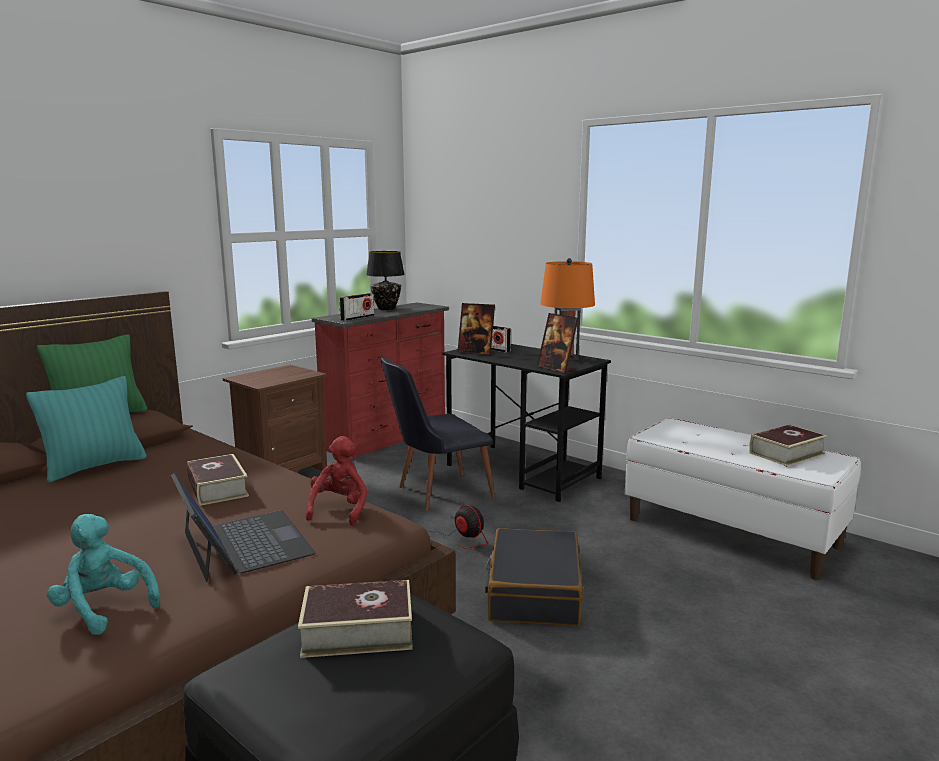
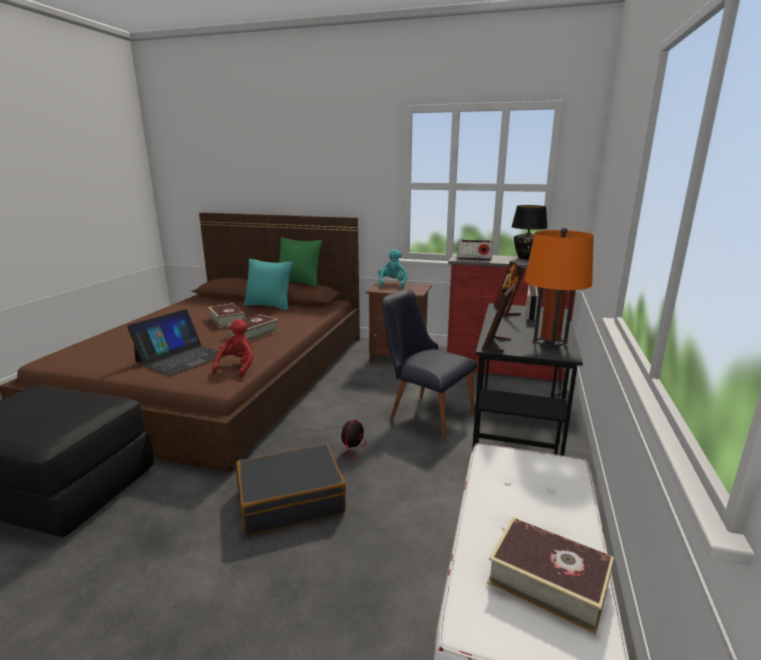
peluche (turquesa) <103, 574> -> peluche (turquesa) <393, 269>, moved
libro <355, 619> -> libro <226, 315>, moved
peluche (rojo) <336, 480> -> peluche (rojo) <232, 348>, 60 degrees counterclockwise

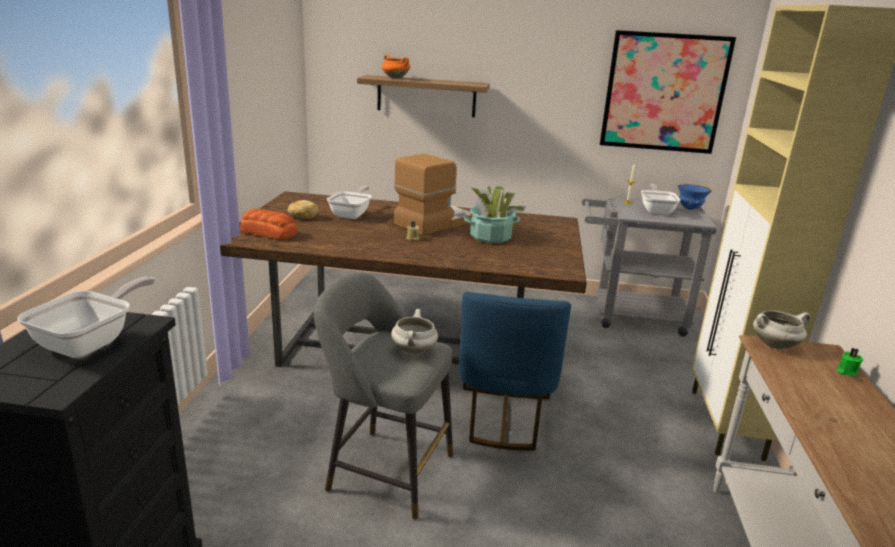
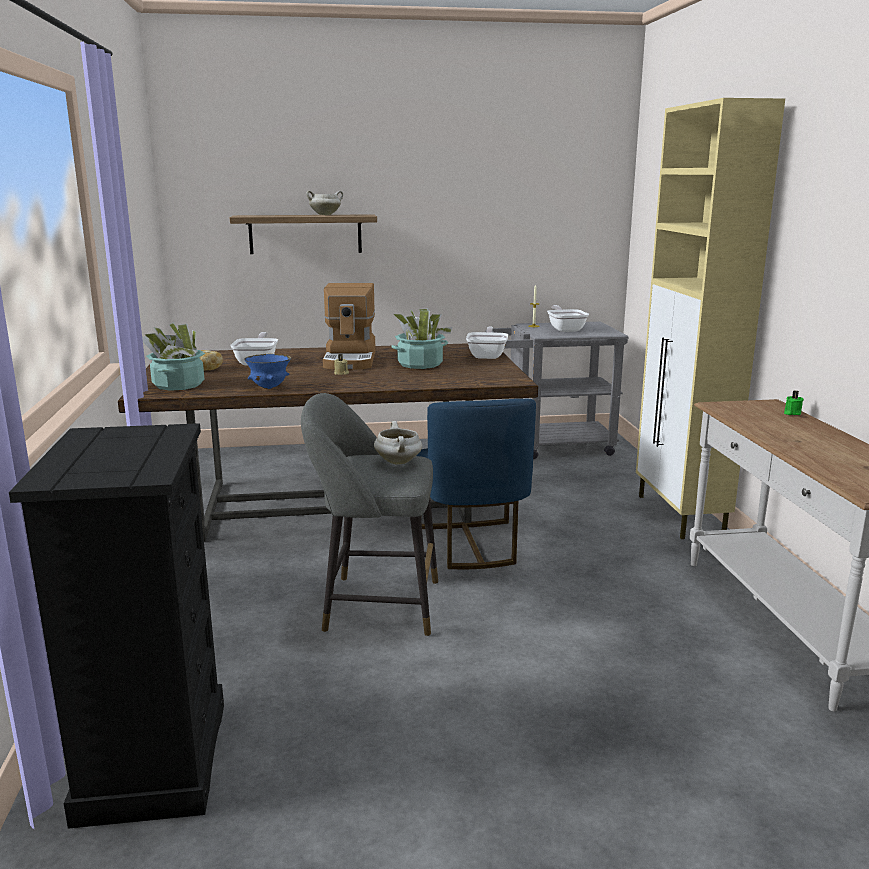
sartén <86, 317> -> sartén <487, 343>, moved
pan <268, 224> -> planta en maceta <173, 357>
olla (naranja) <396, 67> -> none
cafetera <433, 195> -> cafetera <349, 326>, 150 degrees clockwise
cuadro <668, 92> -> none
cuenco (azul) <695, 197> -> cuenco (azul) <267, 371>, moved
olla (blanco) <781, 330> -> olla (blanco) <324, 202>, moved

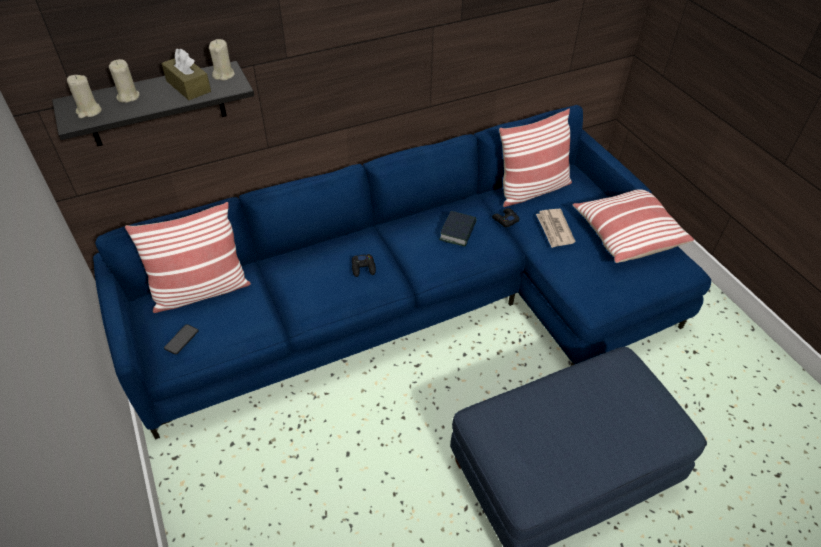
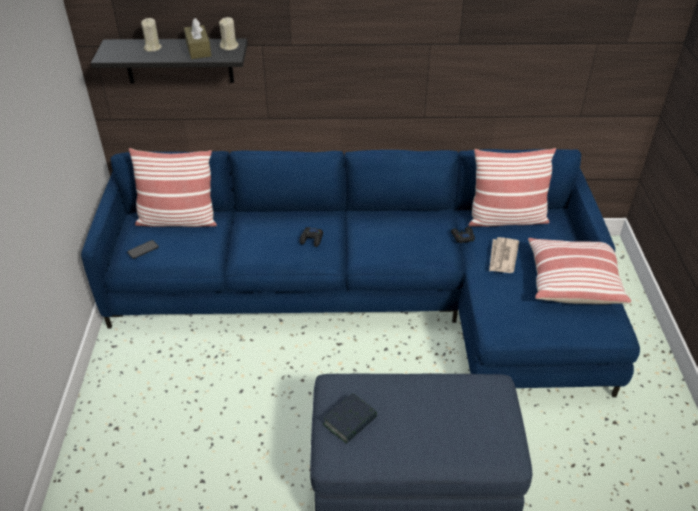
vela (beis) <84, 96> -> none
libro <457, 229> -> libro <350, 418>, moved

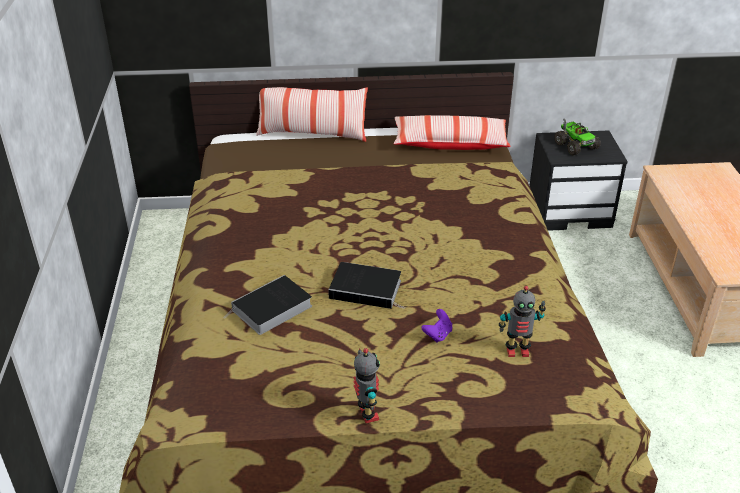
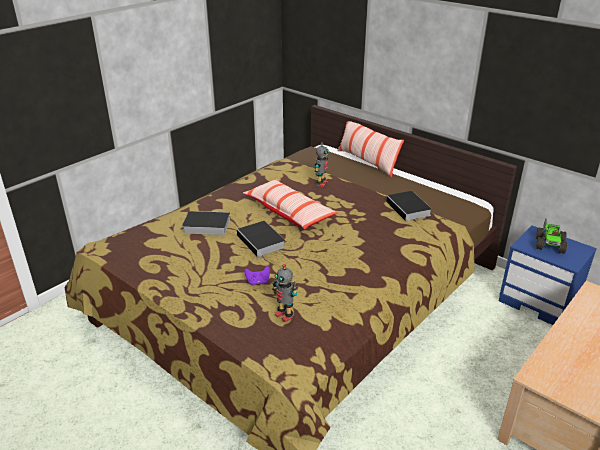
robot de juguete <366, 385> -> robot de juguete <322, 164>, moved
cojín <452, 132> -> cojín <290, 204>, moved
mesita de noche (negro) <579, 180> -> mesita de noche (azul) <548, 275>
none -> libro <409, 207>

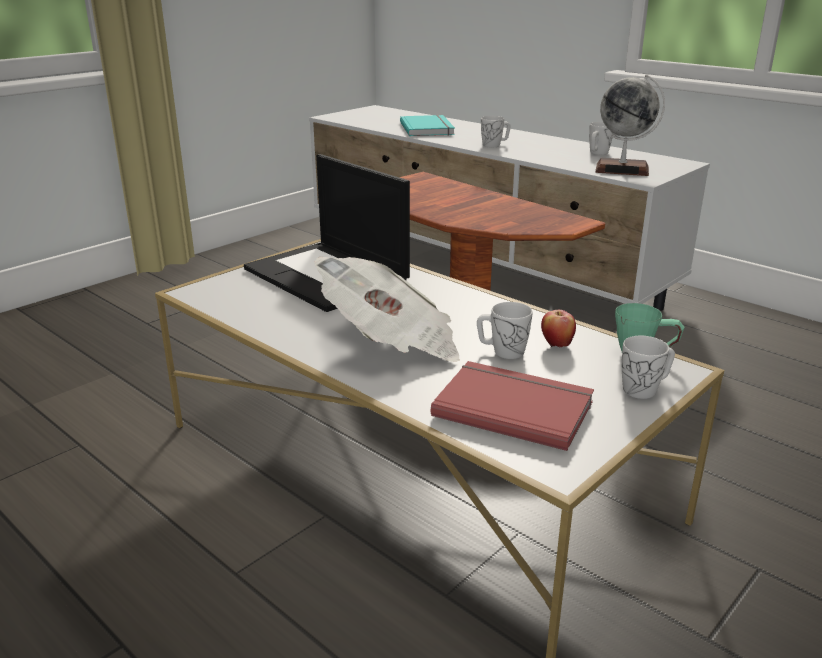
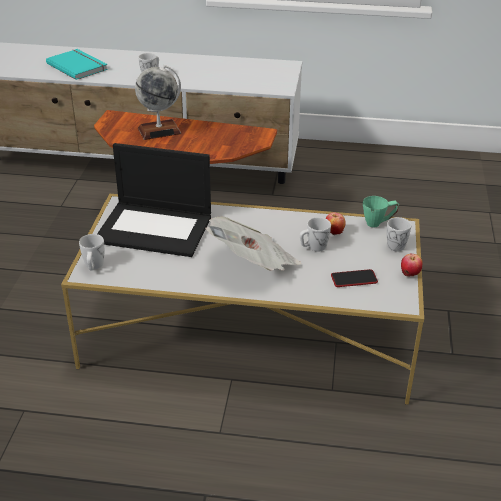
libro (rojo) <512, 406> -> móvil <354, 278>
taza grande (blanco) <601, 138> -> taza grande (blanco) <91, 252>, moved
globo terráqueo <630, 125> -> globo terráqueo <158, 102>, moved
none -> manzana <412, 265>

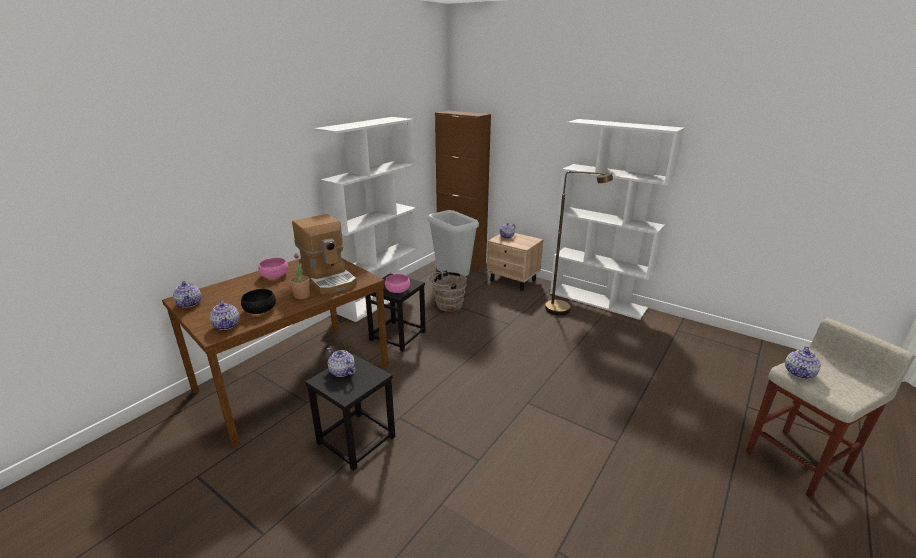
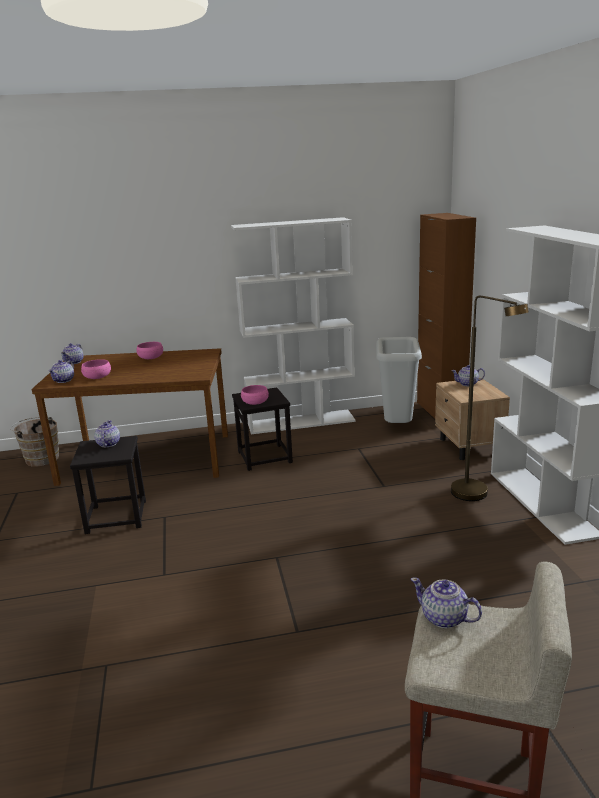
cuenco (negro) <258, 301> -> cuenco (rosa) <96, 369>
planta en maceta <300, 276> -> none
cafetera <324, 254> -> none
cubo (marrón) <447, 291> -> cubo (marrón) <34, 441>, moved
tetera <803, 362> -> tetera <446, 602>, 45 degrees clockwise

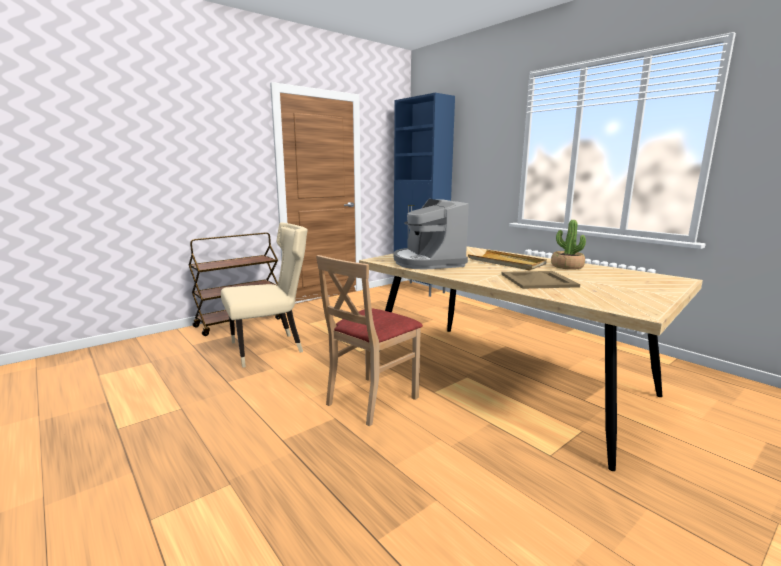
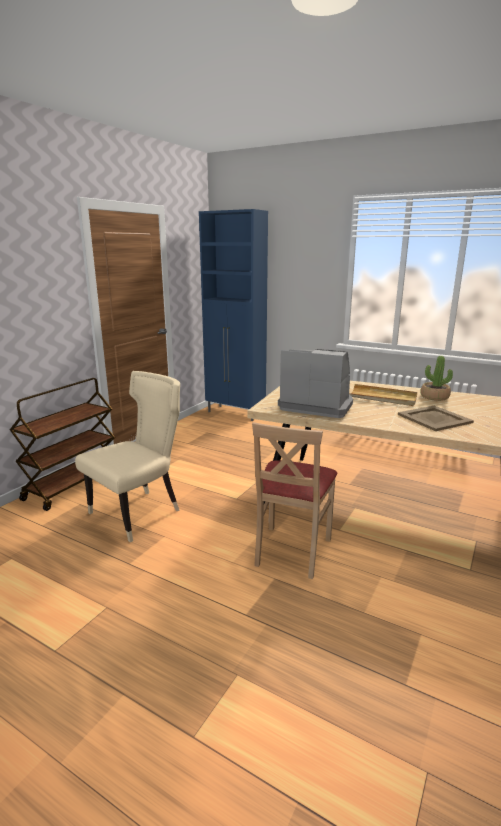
cafetera <431, 234> -> cafetera <315, 383>, 150 degrees clockwise

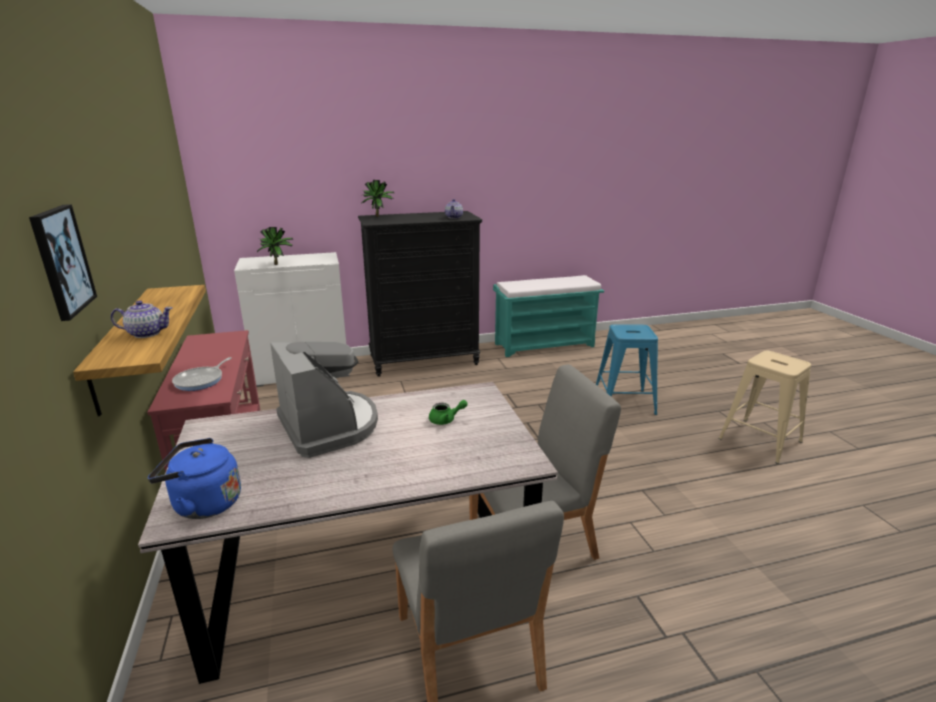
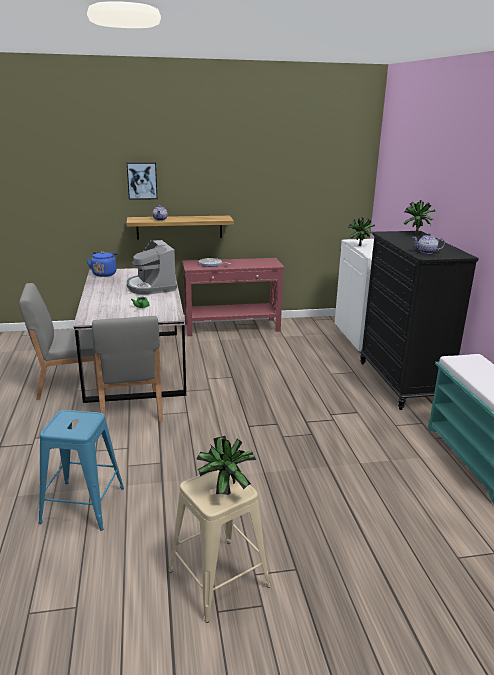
cafetera <324, 400> -> cafetera <152, 267>, 90 degrees clockwise
taburete (azul) <627, 369> -> taburete (azul) <81, 470>, moved
none -> planta en maceta <226, 465>

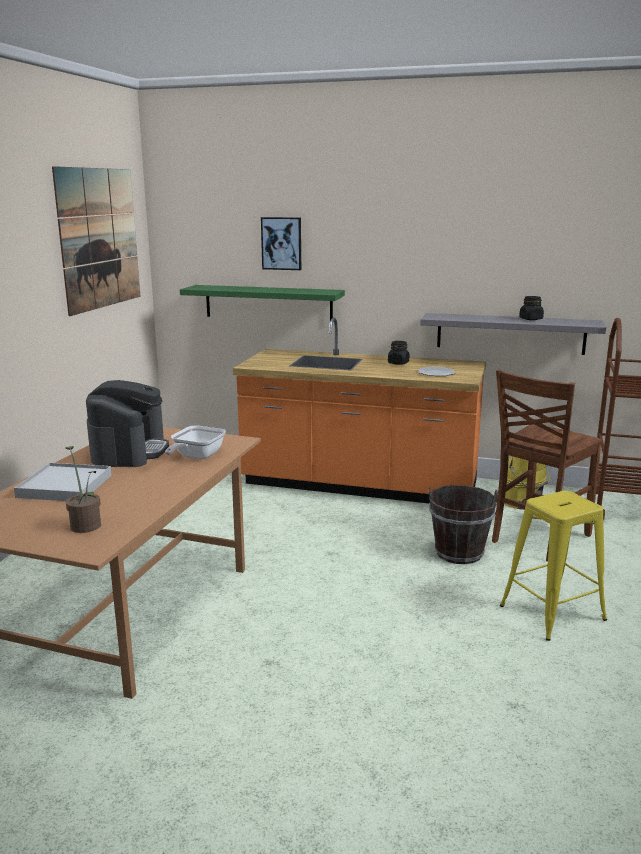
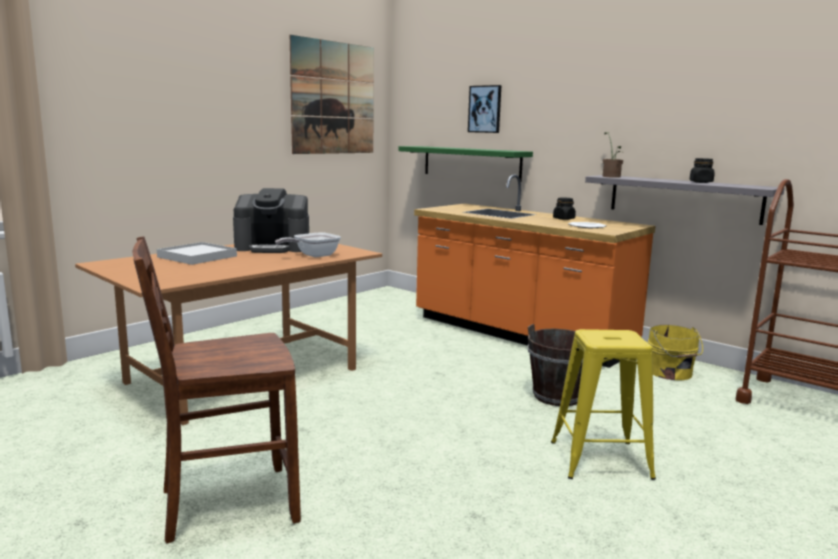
planta en maceta <83, 489> -> planta en maceta <612, 155>, moved
cafetera <127, 423> -> cafetera <271, 220>, 60 degrees clockwise
silla (marrón) <547, 465> -> silla (marrón) <217, 390>, moved

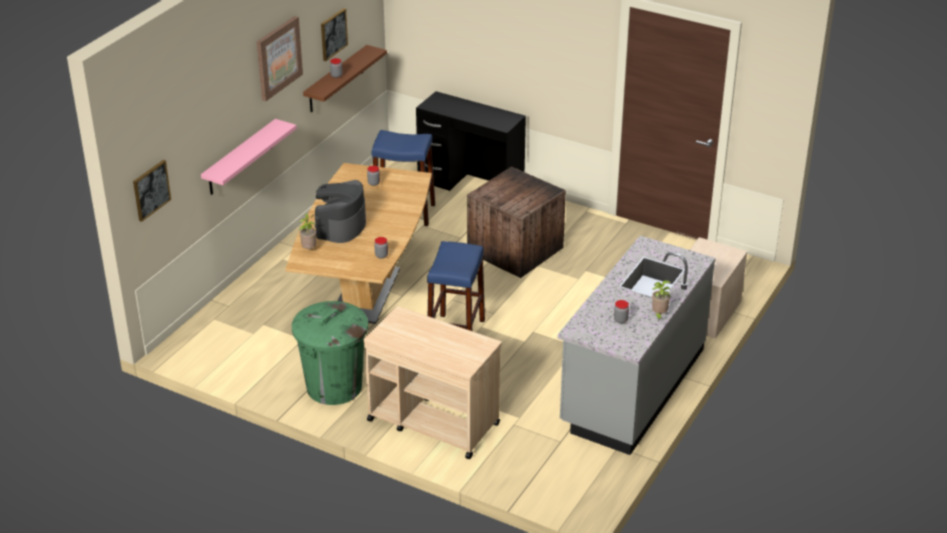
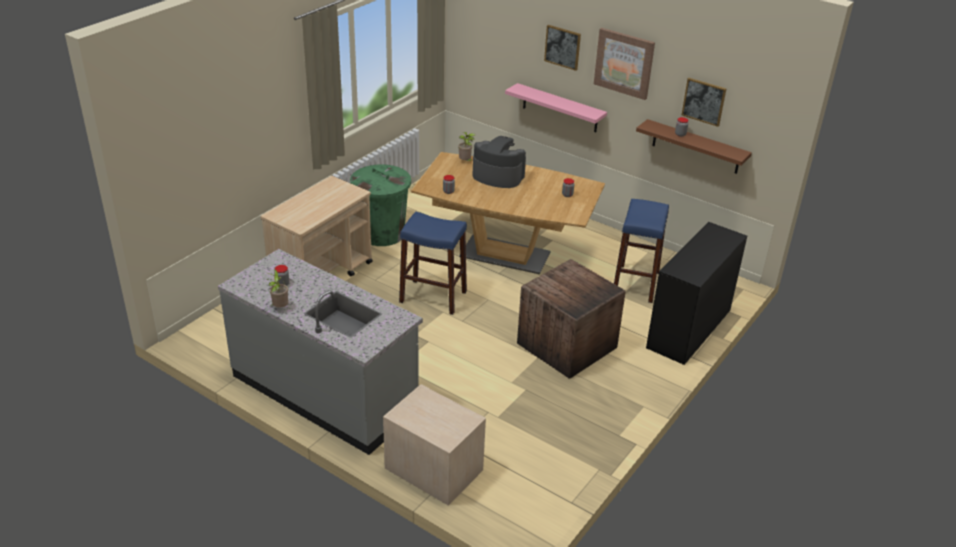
cuadro <152, 191> -> cuadro <562, 48>, moved

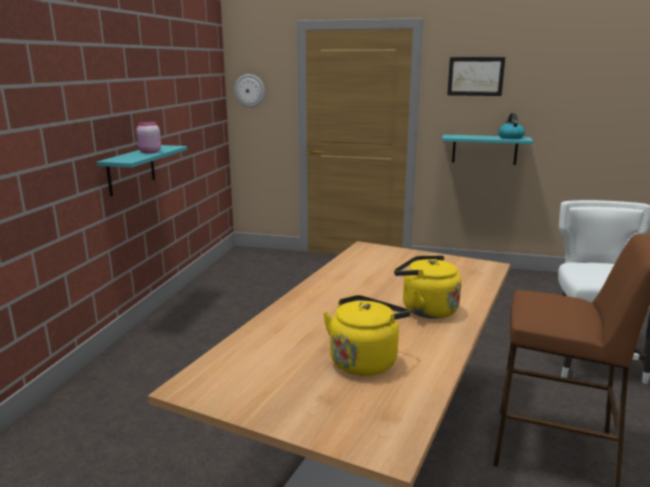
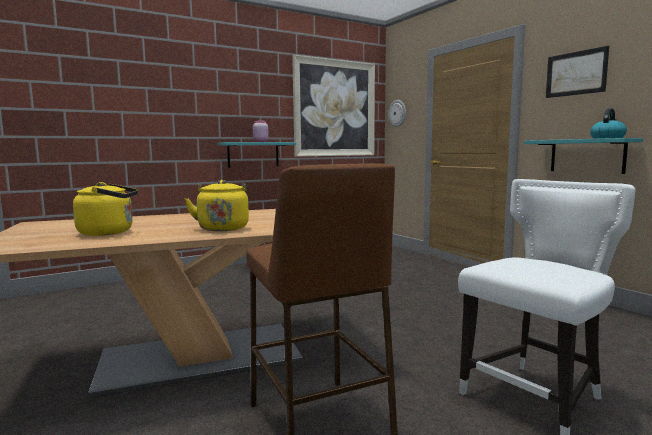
none -> cuadro <333, 106>

